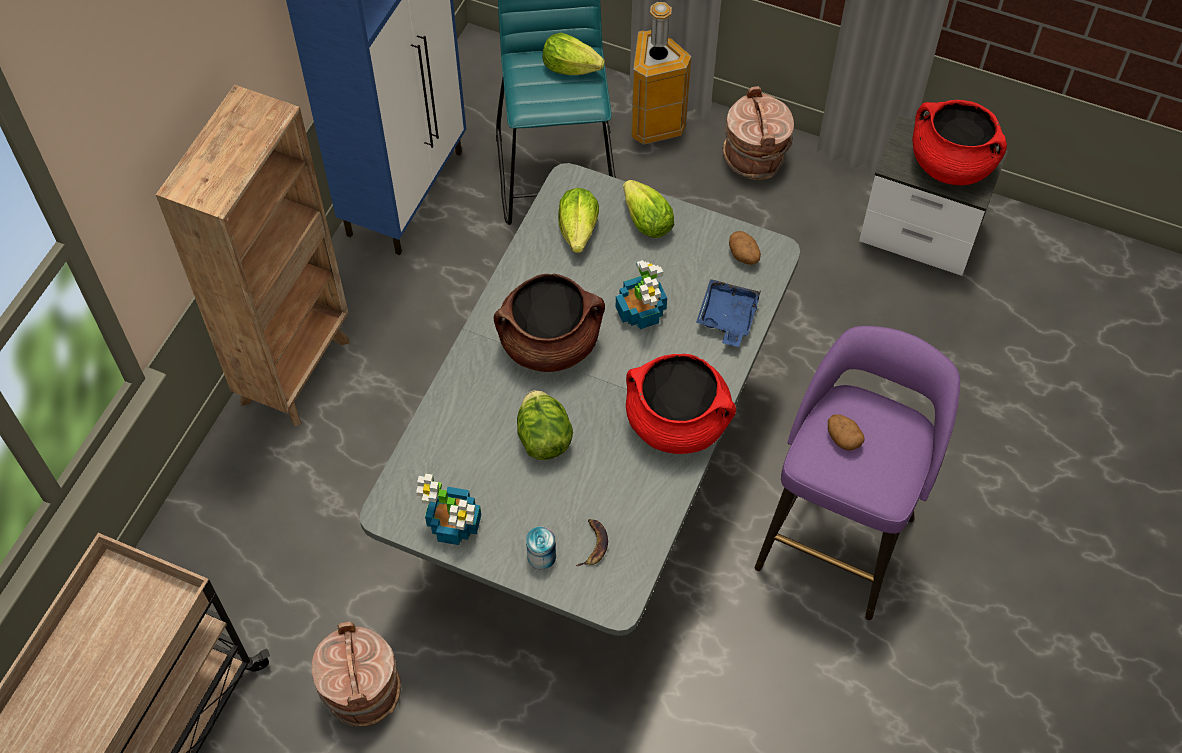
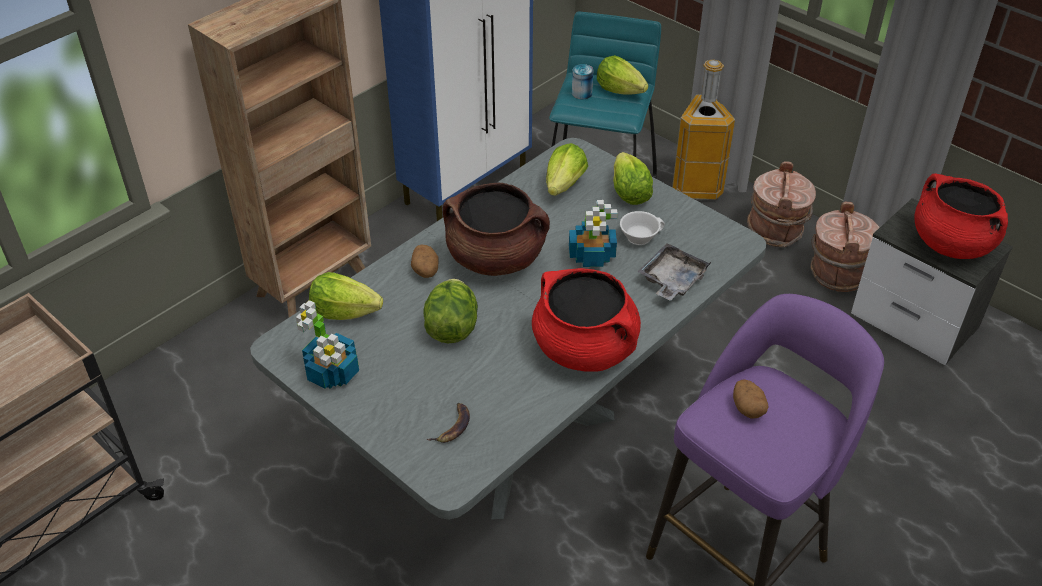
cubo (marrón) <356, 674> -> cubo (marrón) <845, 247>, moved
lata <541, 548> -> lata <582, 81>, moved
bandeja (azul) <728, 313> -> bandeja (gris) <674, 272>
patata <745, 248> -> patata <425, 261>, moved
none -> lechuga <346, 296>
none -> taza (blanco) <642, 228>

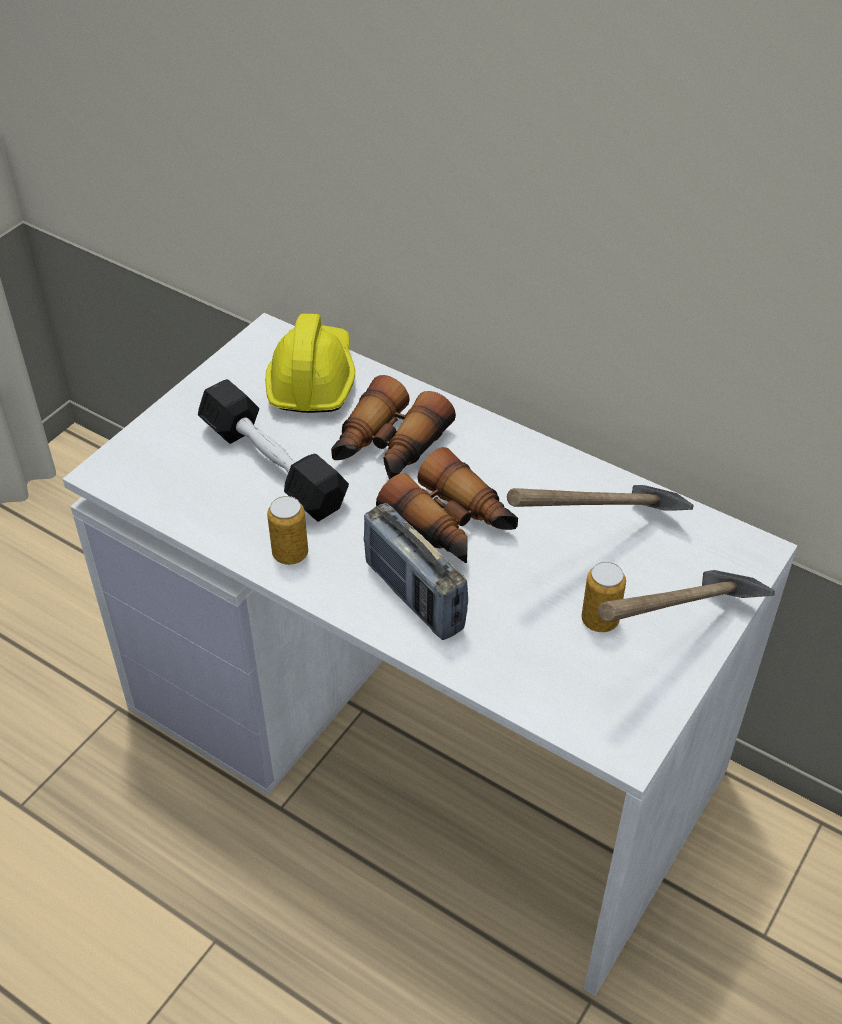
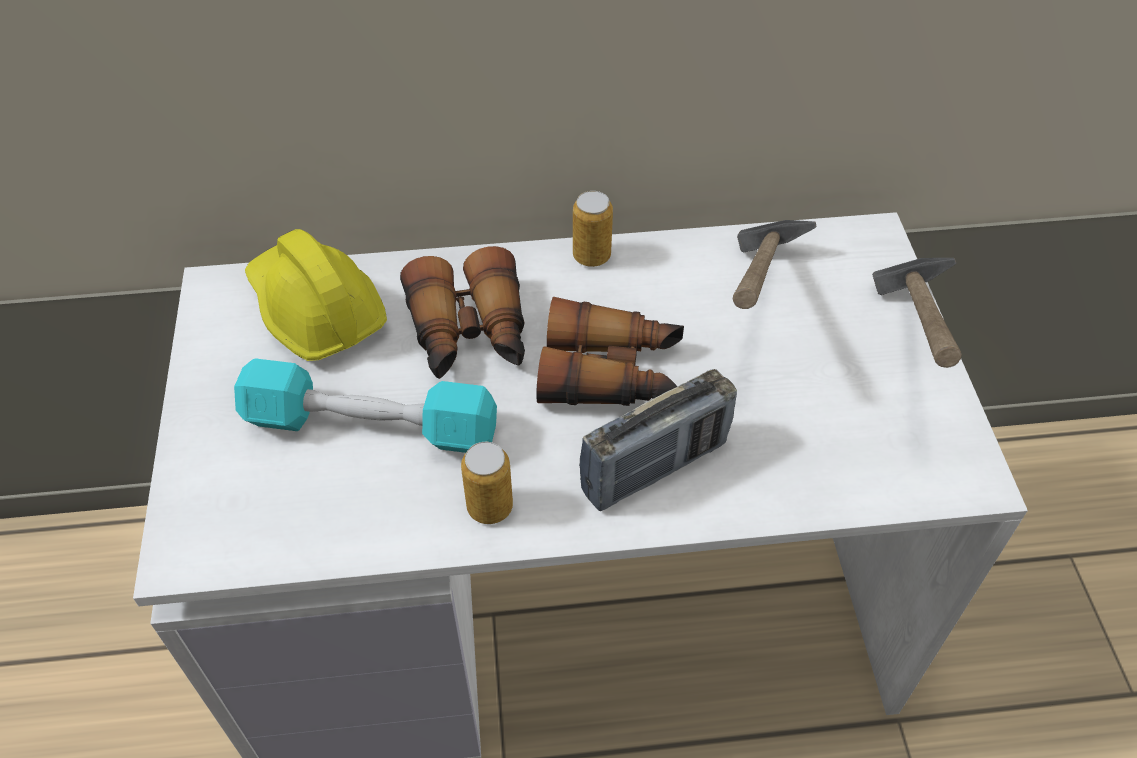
mancuerna (negro) <273, 450> -> mancuerna (turquesa) <365, 405>
radio <416, 571> -> radio <658, 440>, 45 degrees counterclockwise
lata <604, 597> -> lata <593, 229>, moved

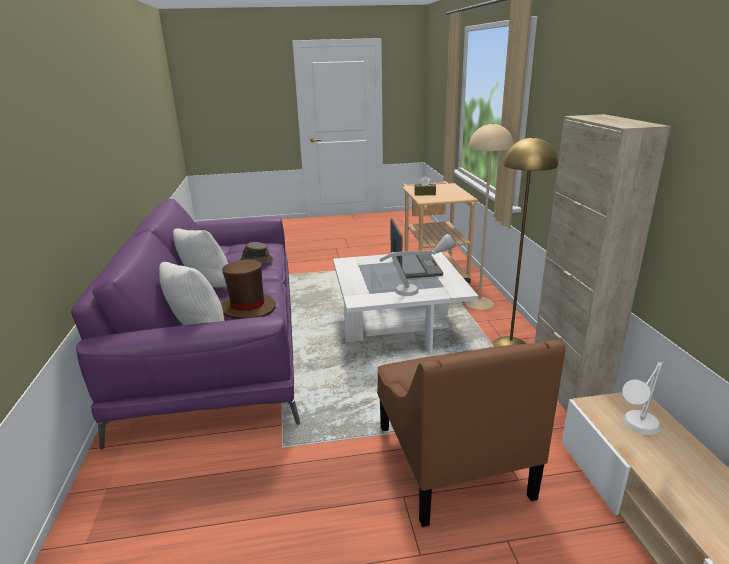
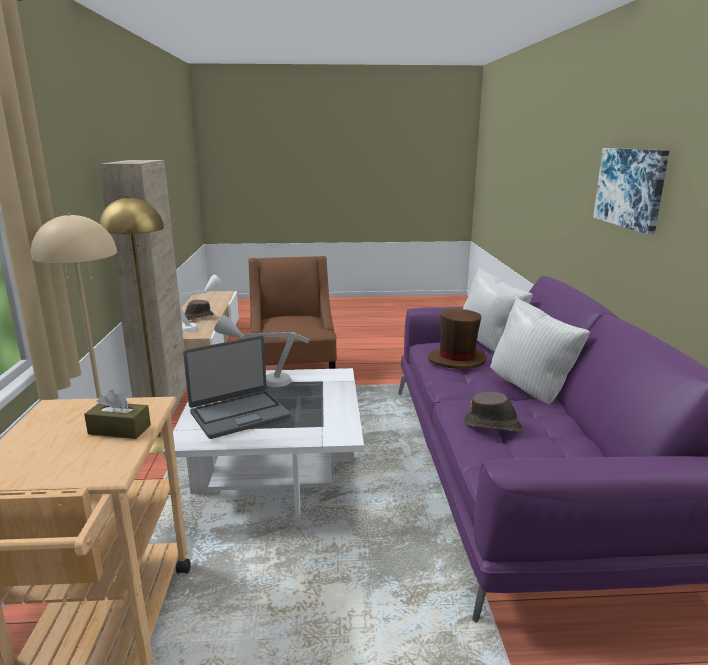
portátil <417, 248> -> portátil <237, 387>, 120 degrees counterclockwise
none -> sombrero (marrón) <199, 310>
none -> cuadro <631, 191>

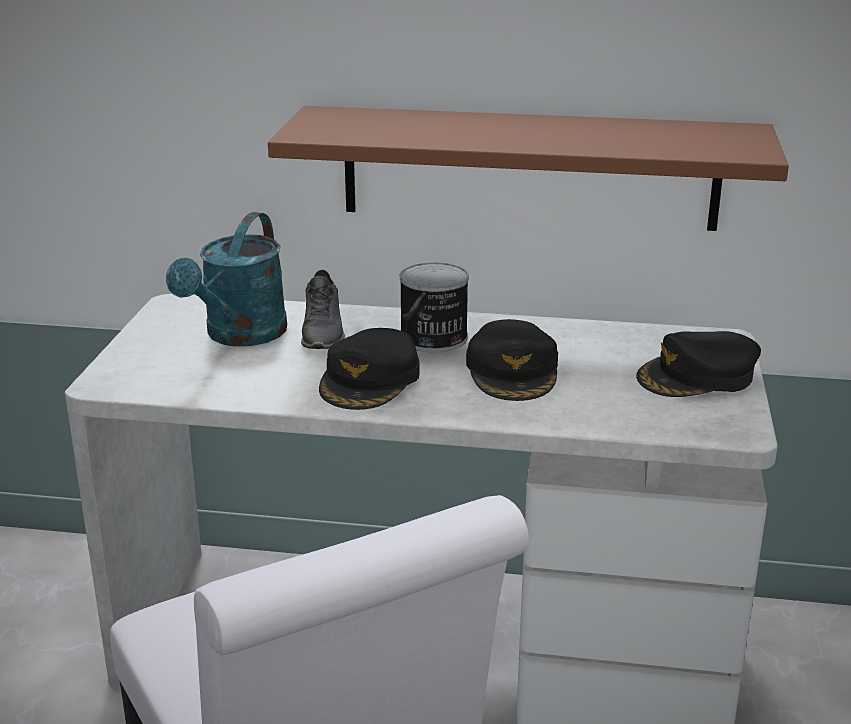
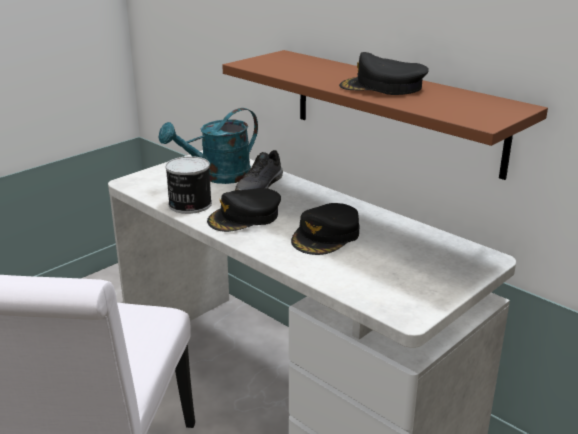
lata <434, 307> -> lata <188, 185>, moved
gorra (negro) <698, 364> -> gorra (negro) <384, 73>, moved

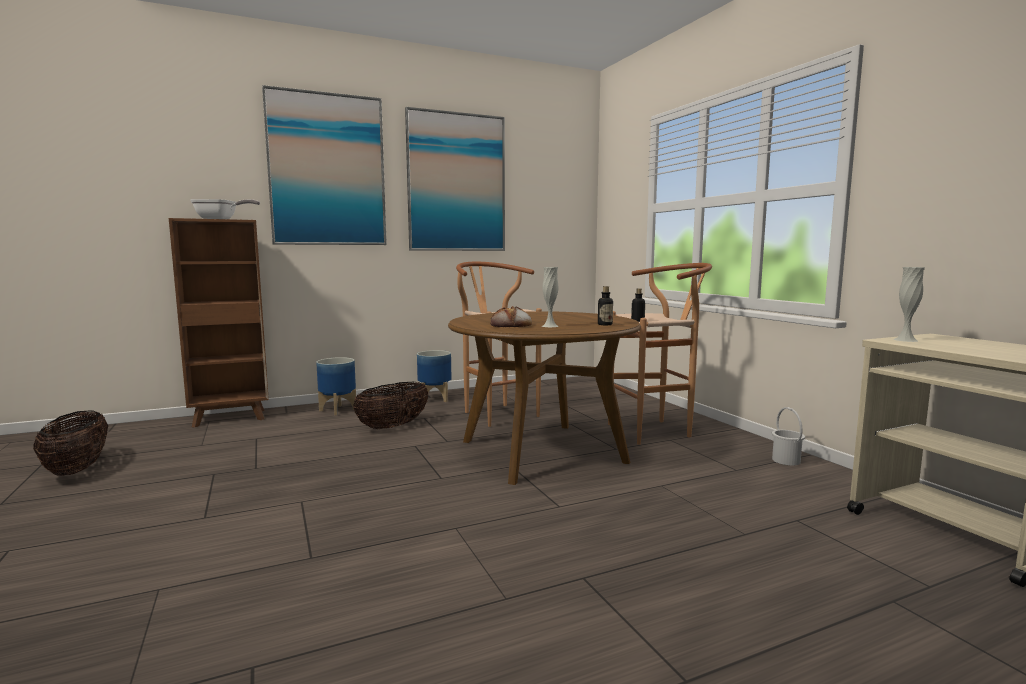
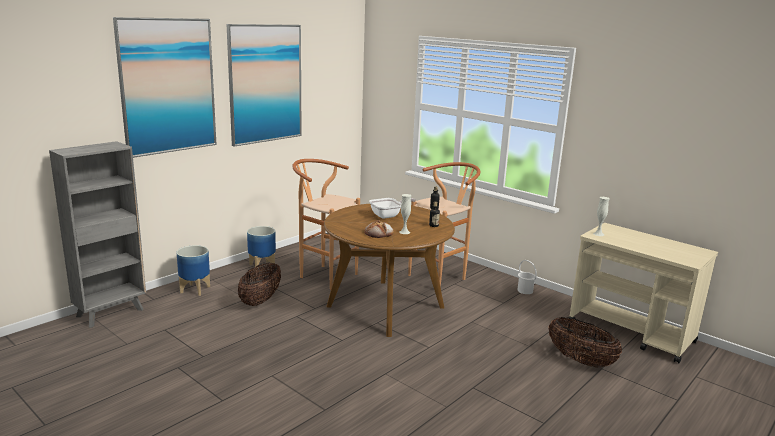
cesta <70, 443> -> cesta <585, 342>, moved
estantería (marrón) <219, 323> -> estantería (gris) <97, 234>
sartén <225, 209> -> sartén <392, 208>, moved

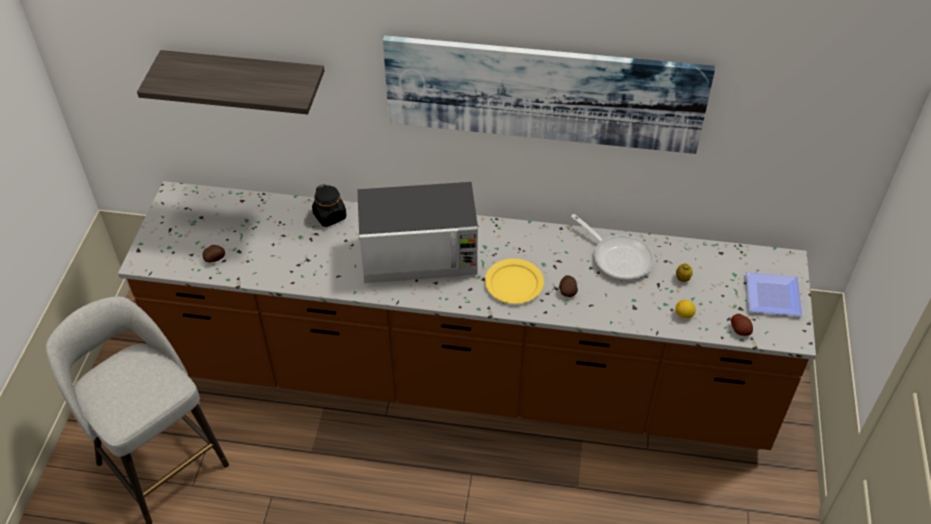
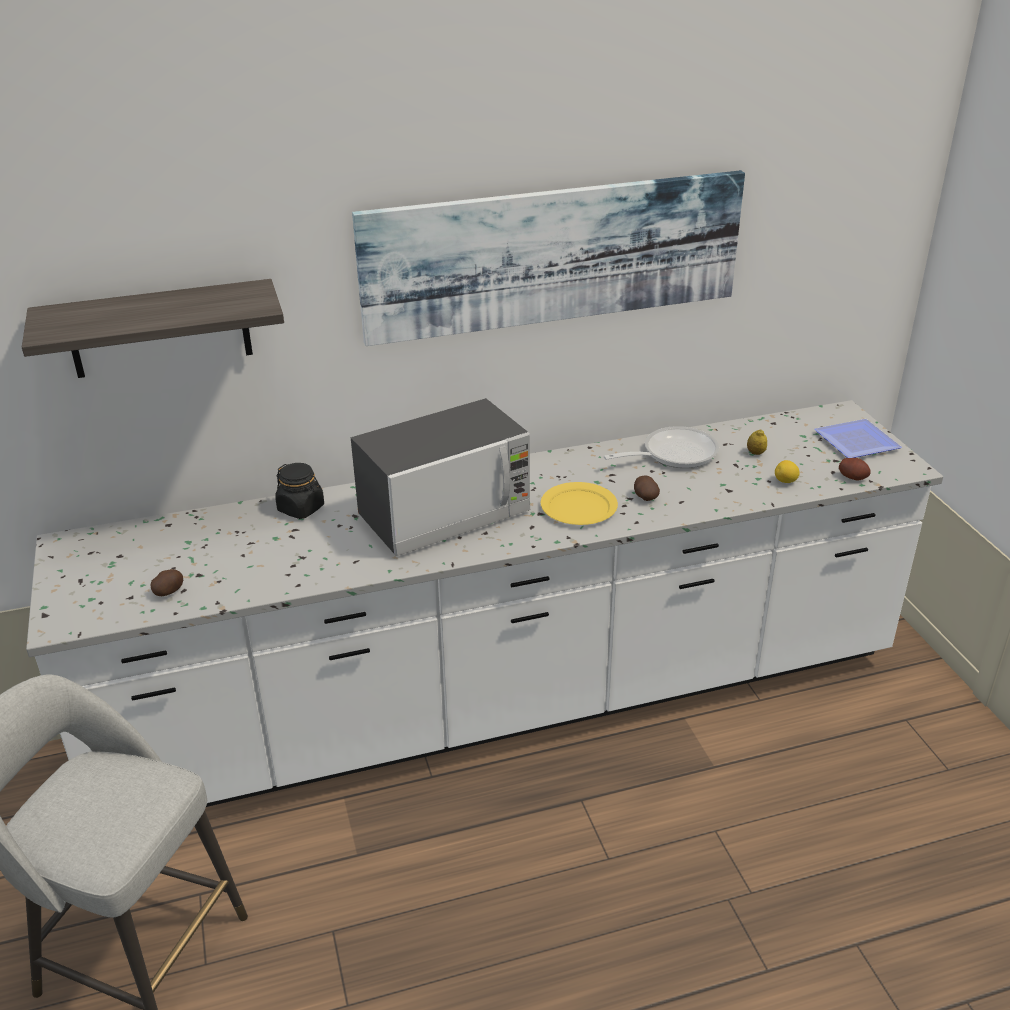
mueble bajo de cocina (marrón) <467, 315> -> mueble bajo de cocina (blanco) <484, 603>
sartén <612, 247> -> sartén <661, 447>, 45 degrees counterclockwise

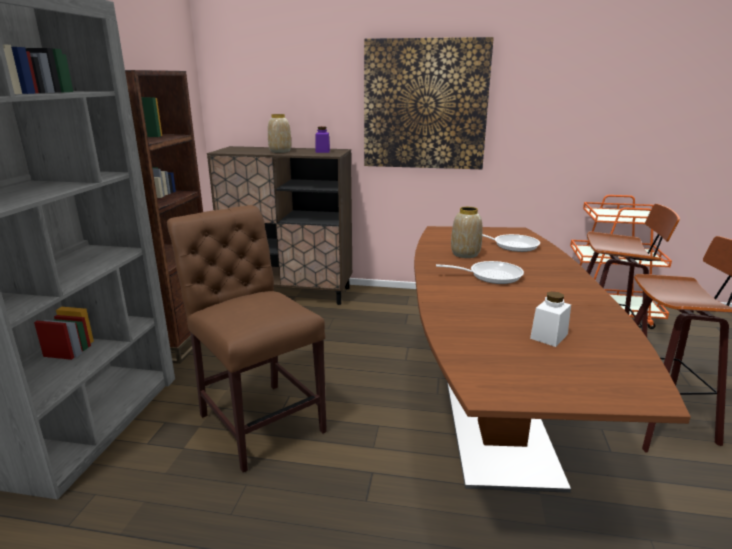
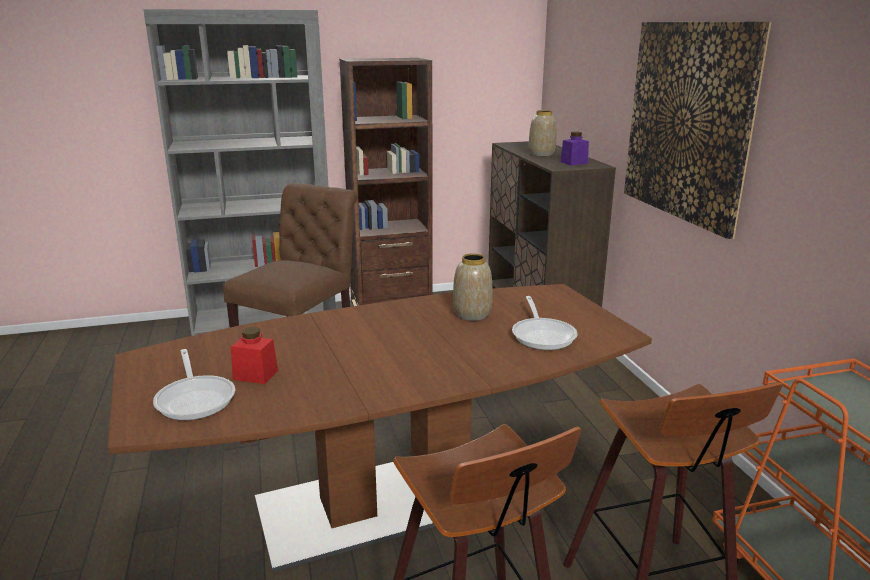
sartén <480, 272> -> sartén <194, 384>, moved
tarro (blanco) <550, 319> -> tarro (rojo) <254, 355>

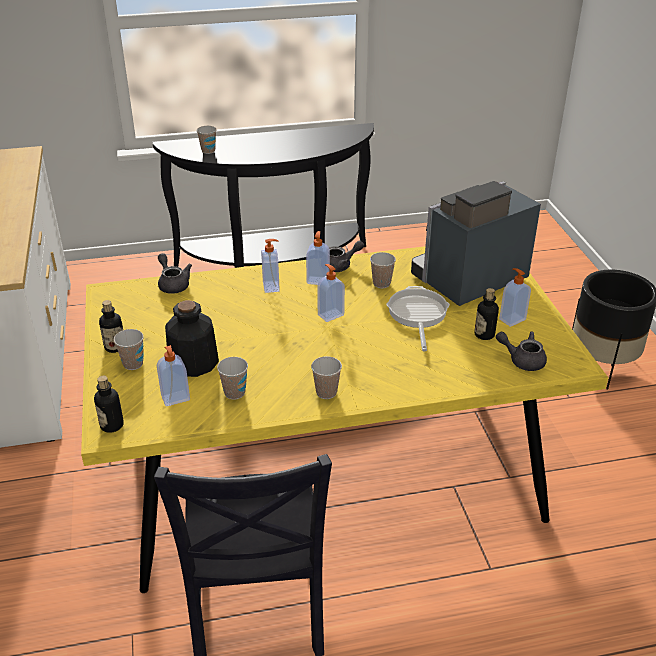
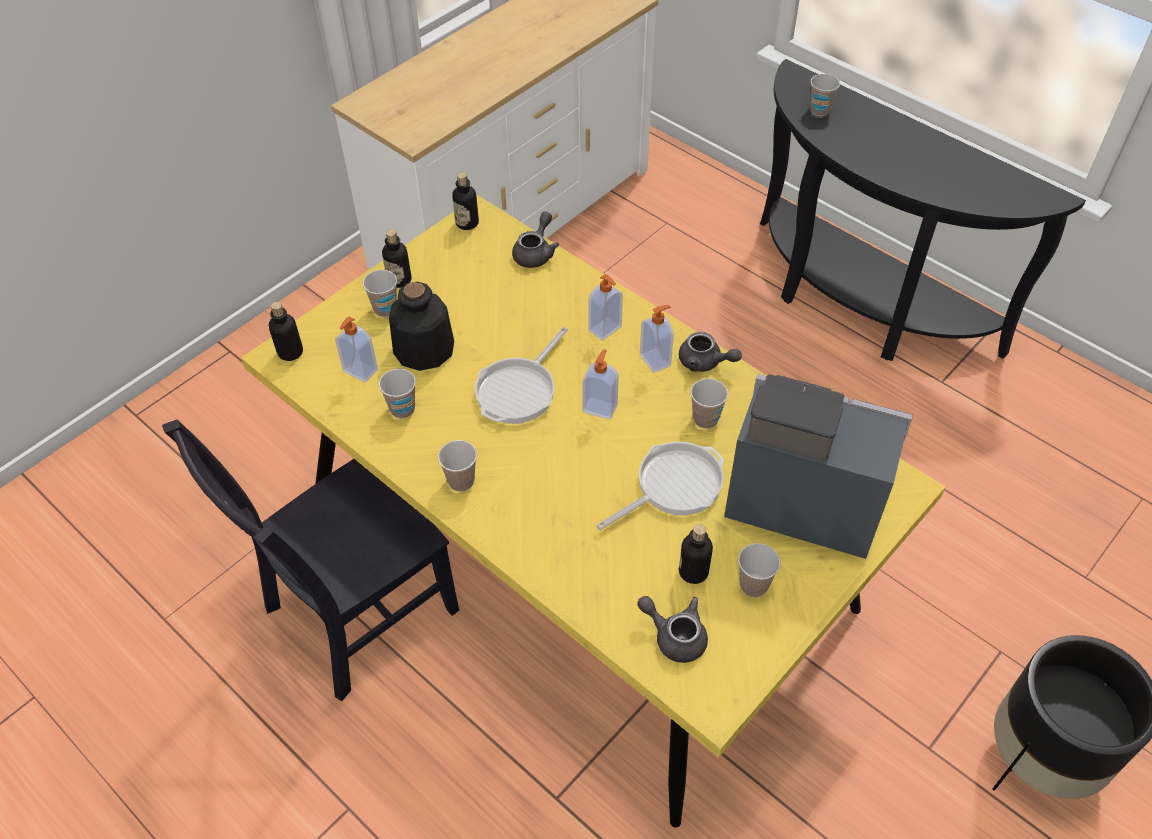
tetera (gris) <521, 351> -> tetera (gris) <672, 629>, 45 degrees counterclockwise
dispensador de jabón <515, 297> -> taza <759, 570>
none -> botella <465, 201>
none -> sartén <521, 375>

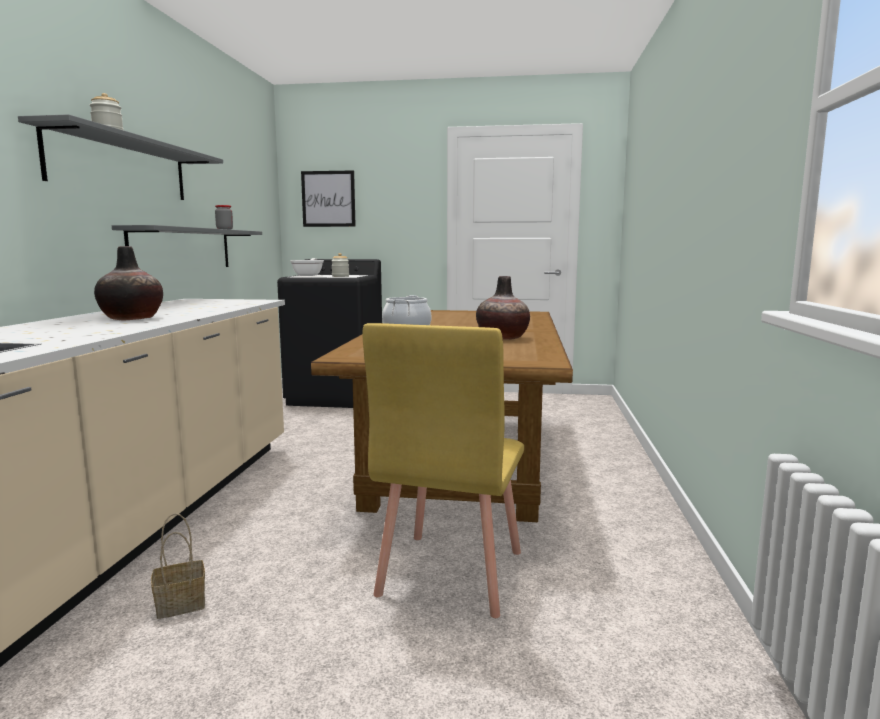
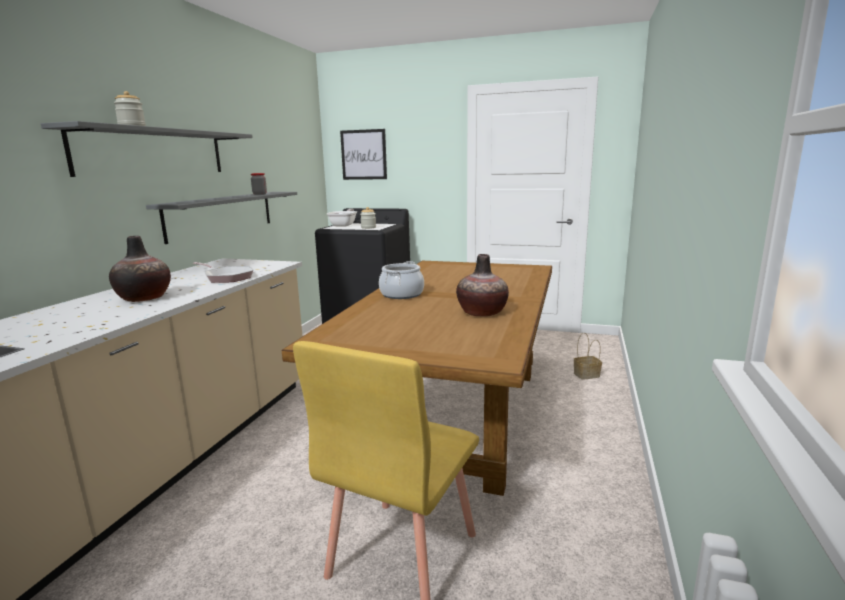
cesta <178, 566> -> cesta <588, 356>, moved
none -> sartén <222, 272>

